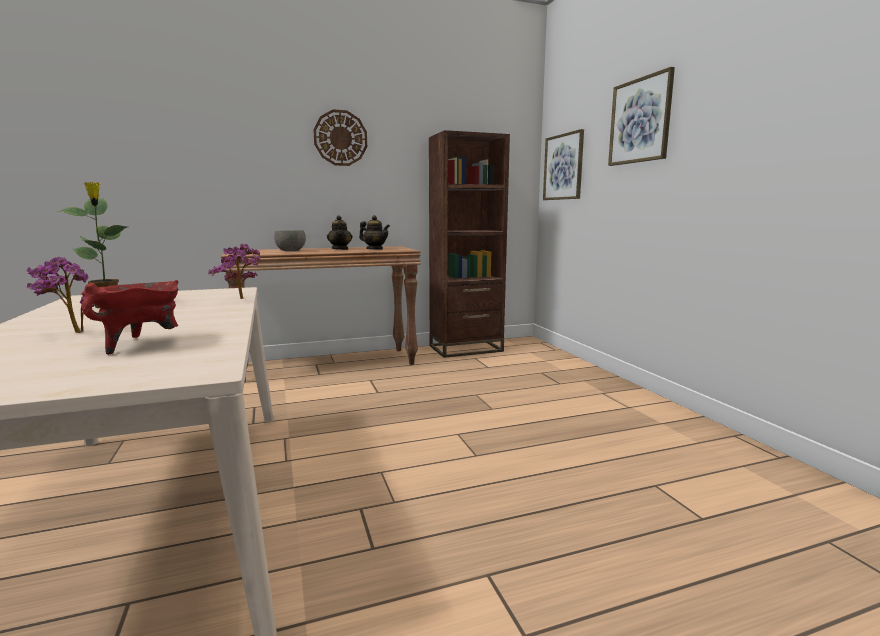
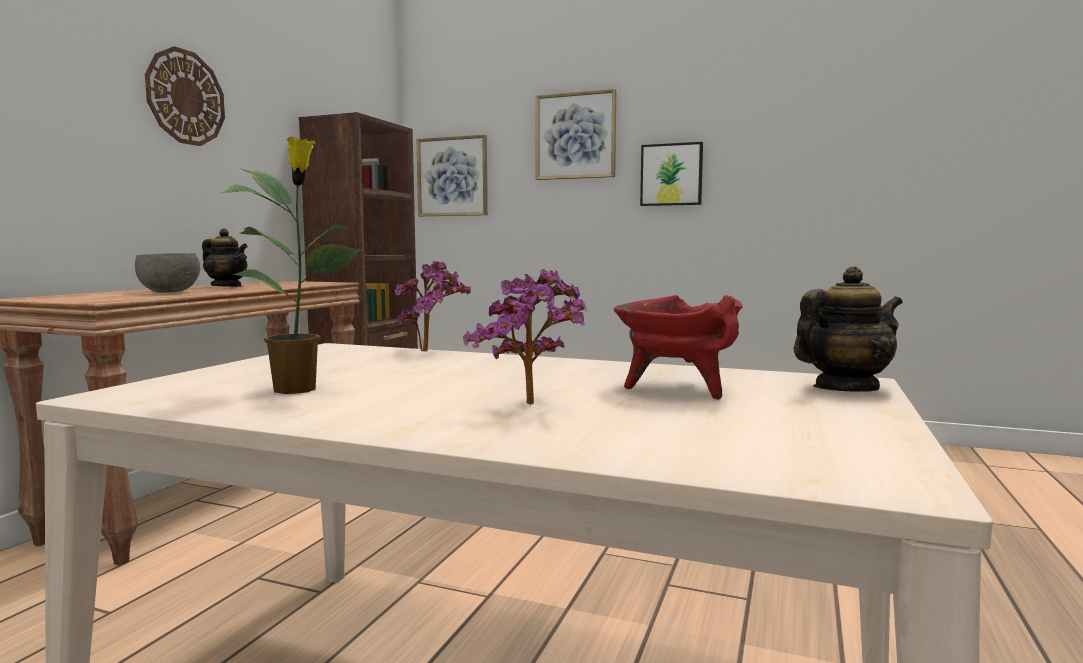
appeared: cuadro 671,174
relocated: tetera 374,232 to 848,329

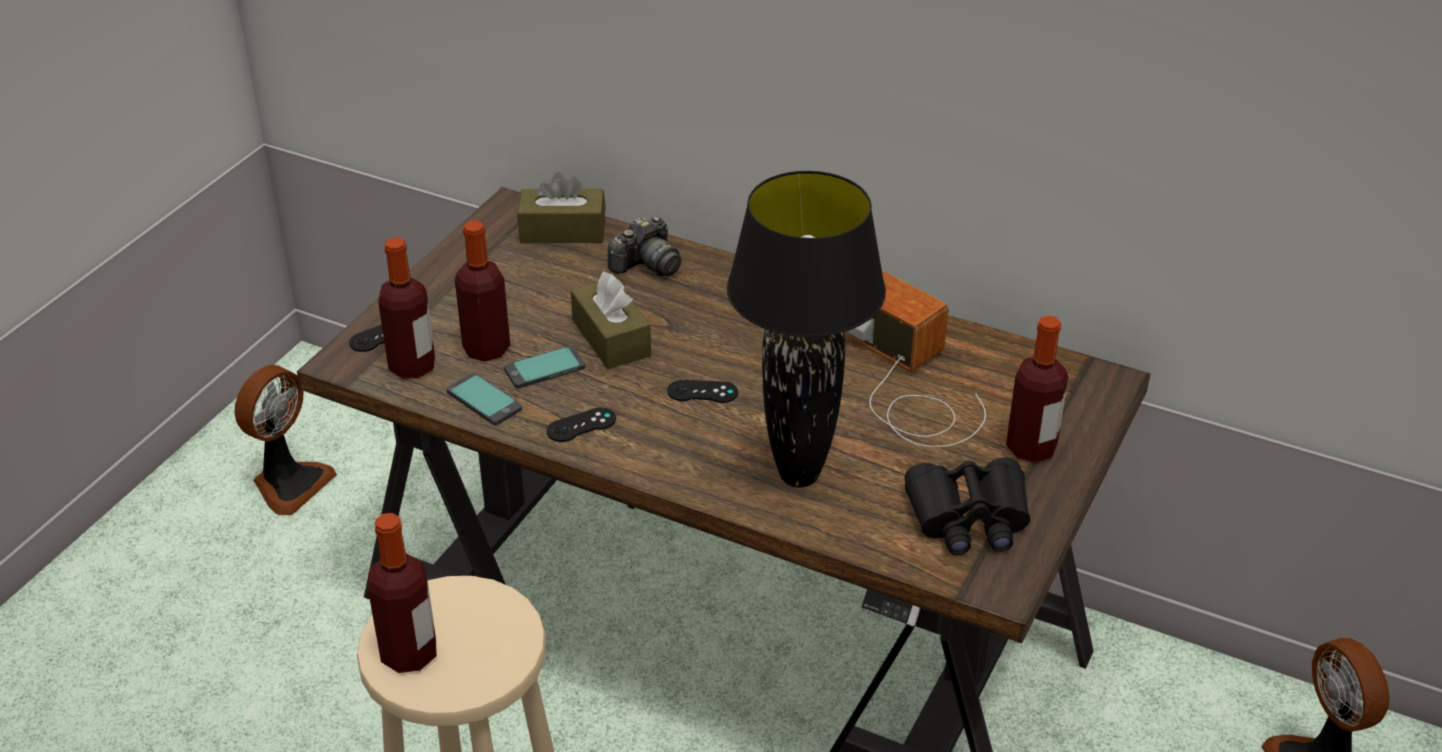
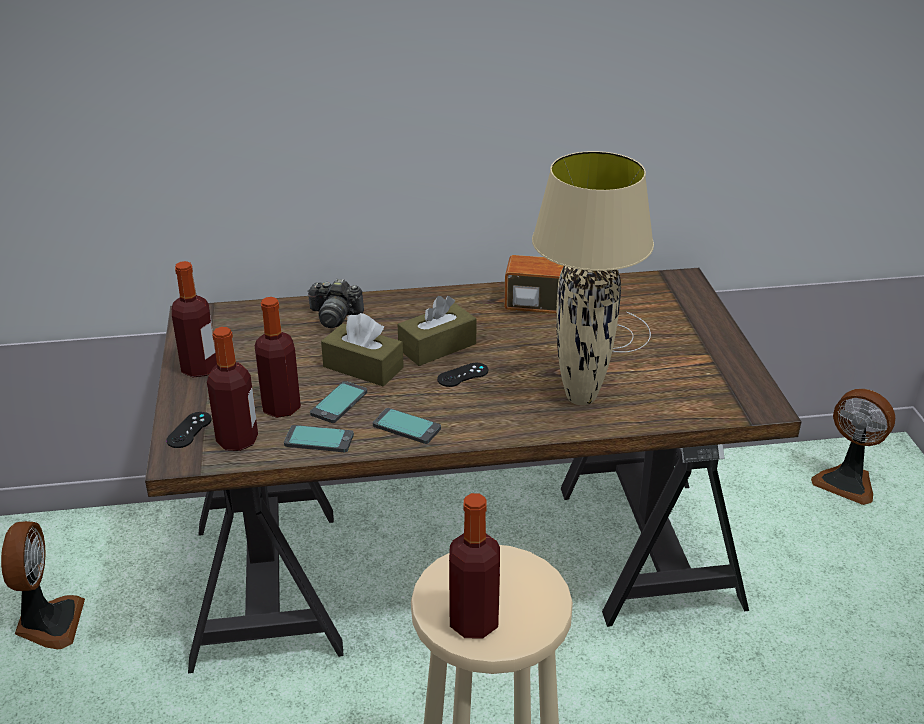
missing: prismáticos/negro 967,506
relocated: caja de pañuelos/marrón 561,207 to 437,331; botella 1037,389 to 194,319
exchanged: mando de consola/negro 581,424 to móvil 407,426
colour: lámpara de mesa/negro 806,329 to lámpara de mesa/beis 593,278
spun: cámara 644,246 = 335,303 90 degrees clockwise

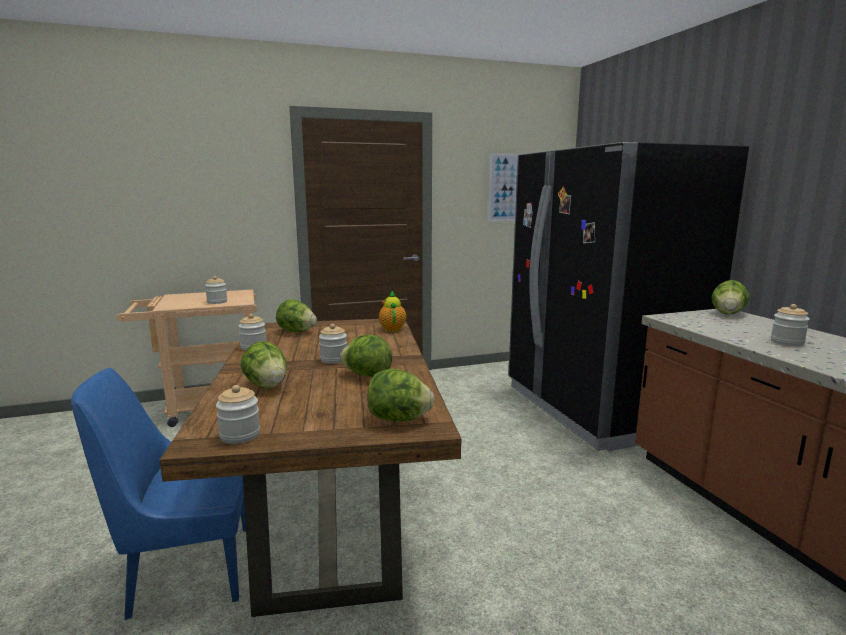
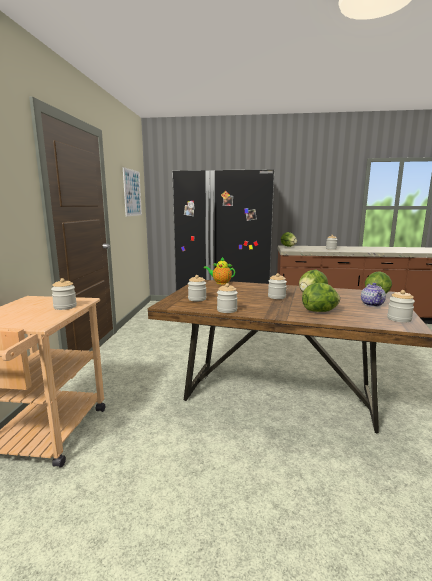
missing: silla/azul 158,494
appeared: tetera 373,295
exchanged: lechuga 296,315 to tarro 197,288

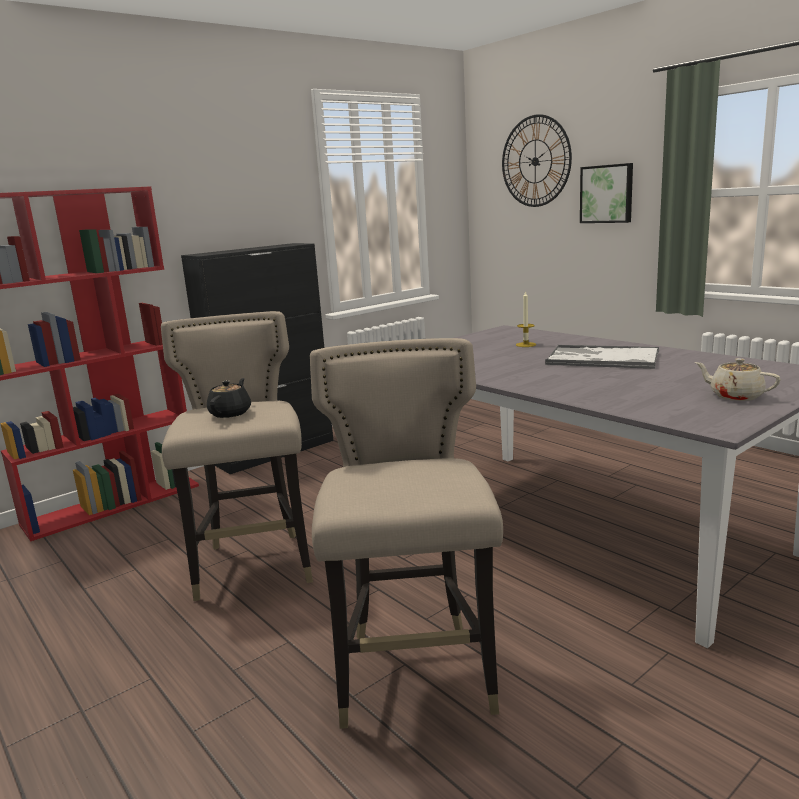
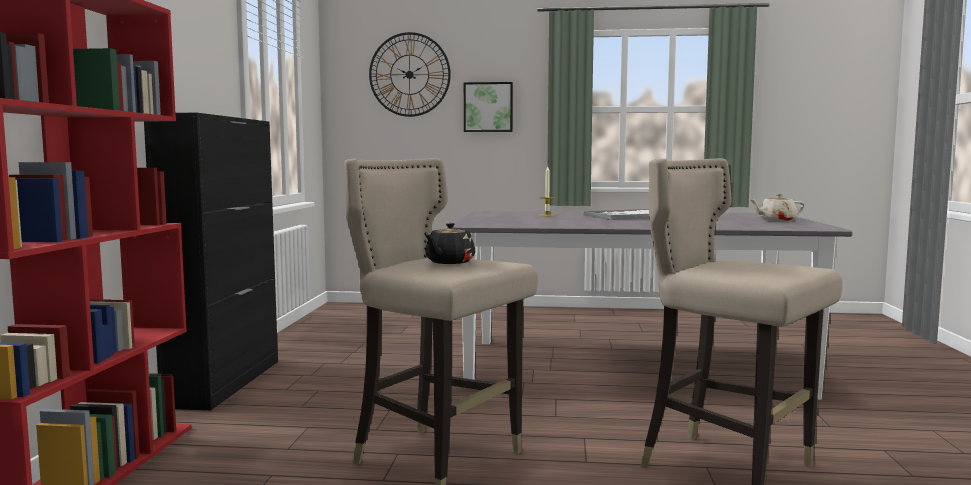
spun: tetera/negro 229,398 = 450,243 120 degrees counterclockwise

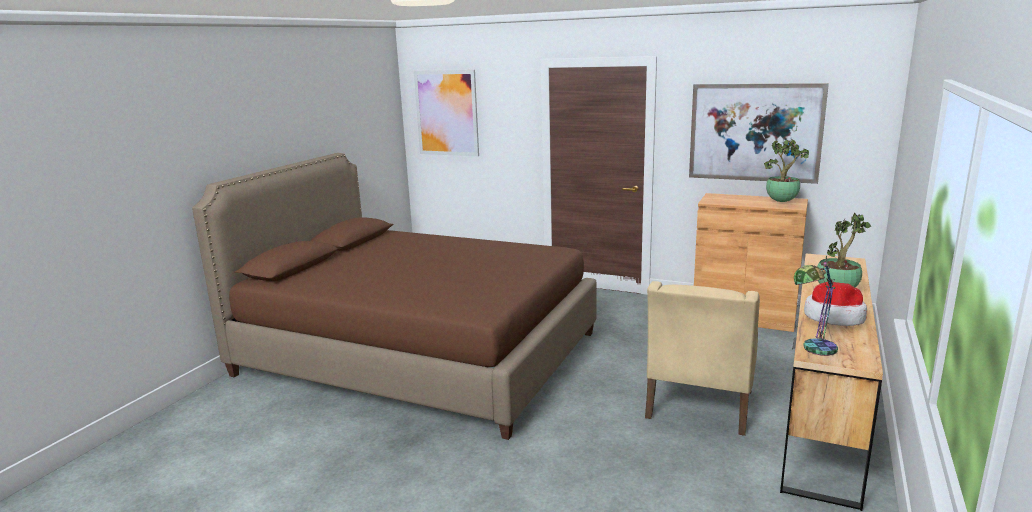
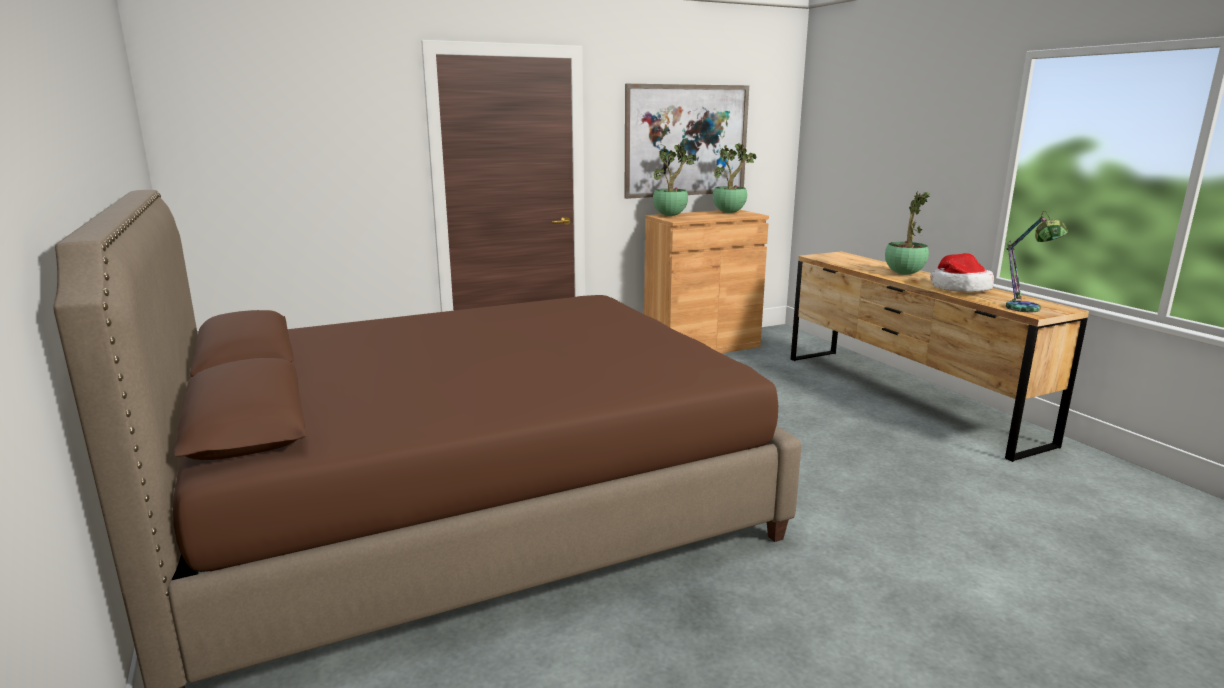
missing: cuadro 446,113; sillón/beis 702,358
appeared: planta en maceta 675,180

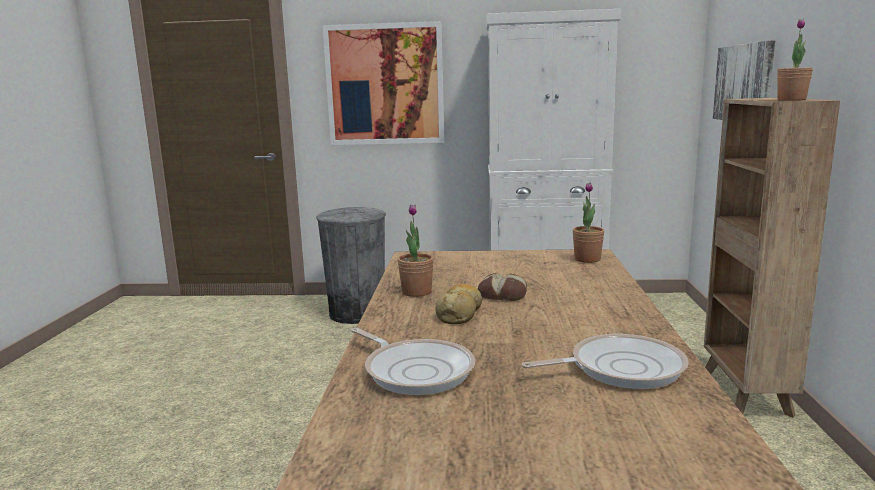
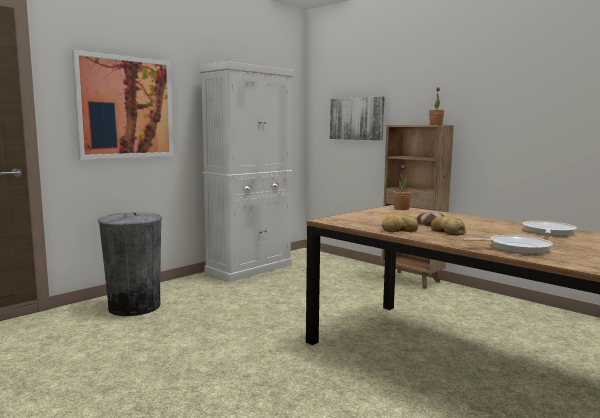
exchanged: planta en maceta 416,250 to pan 399,223

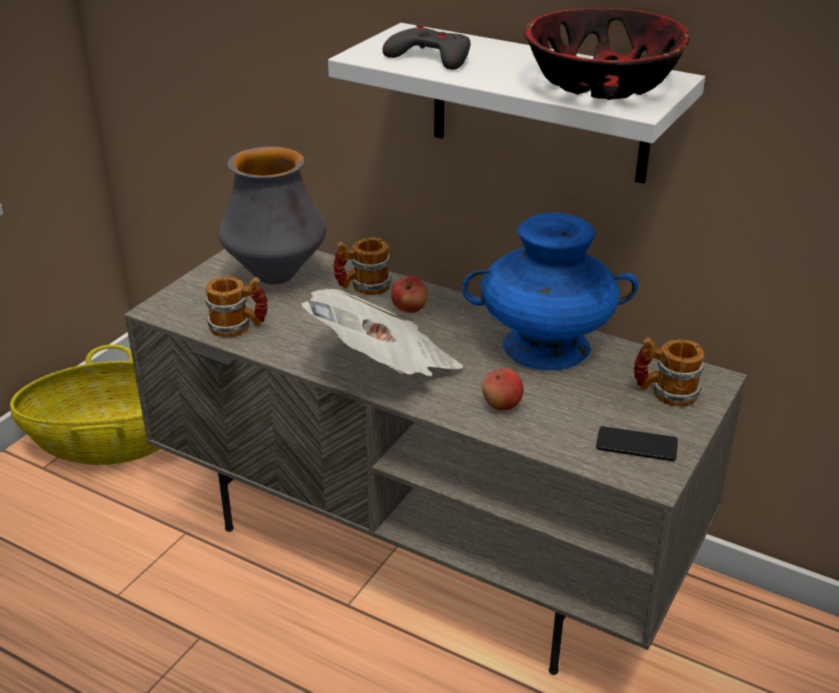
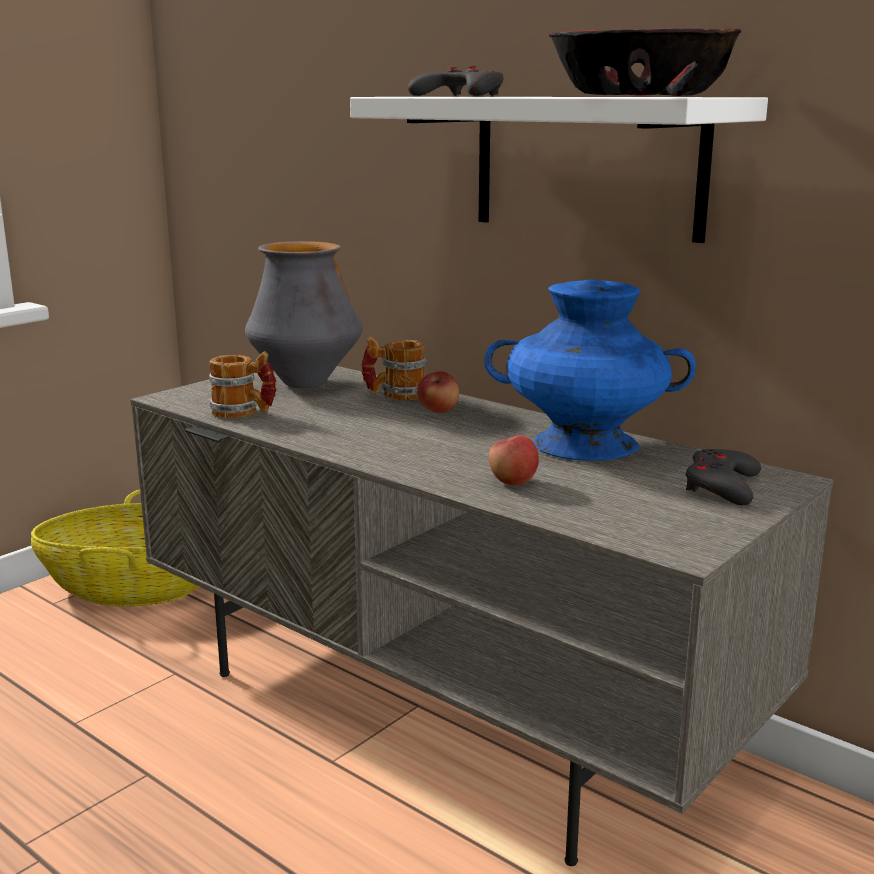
missing: periódico 382,332; móvil 637,443
exchanged: taza grande 668,372 to mando de consola/gris 723,477

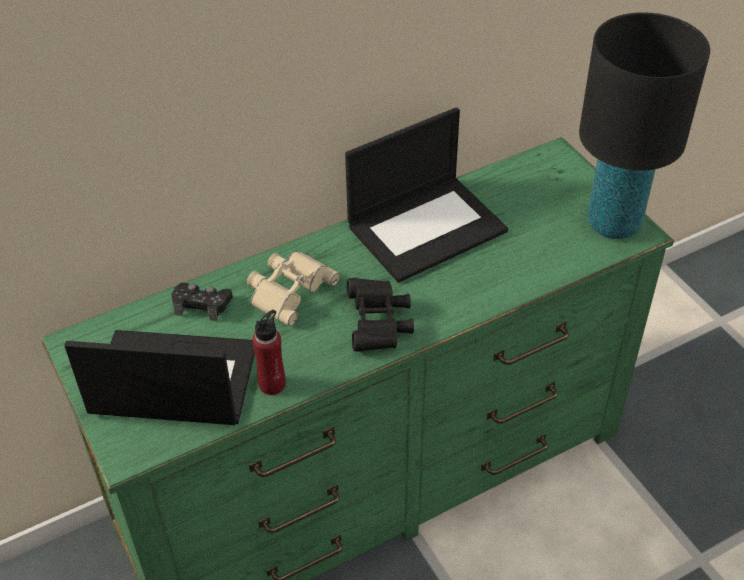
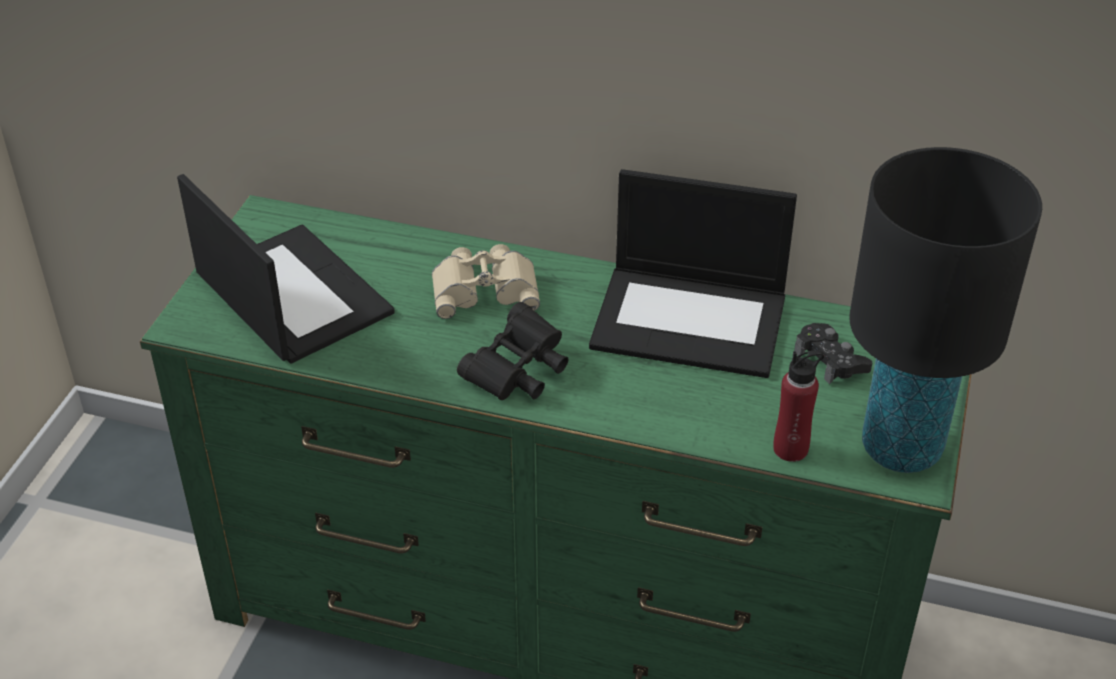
relocated: mando de consola/negro 202,301 to 833,353; botella/rojo 269,352 to 798,406

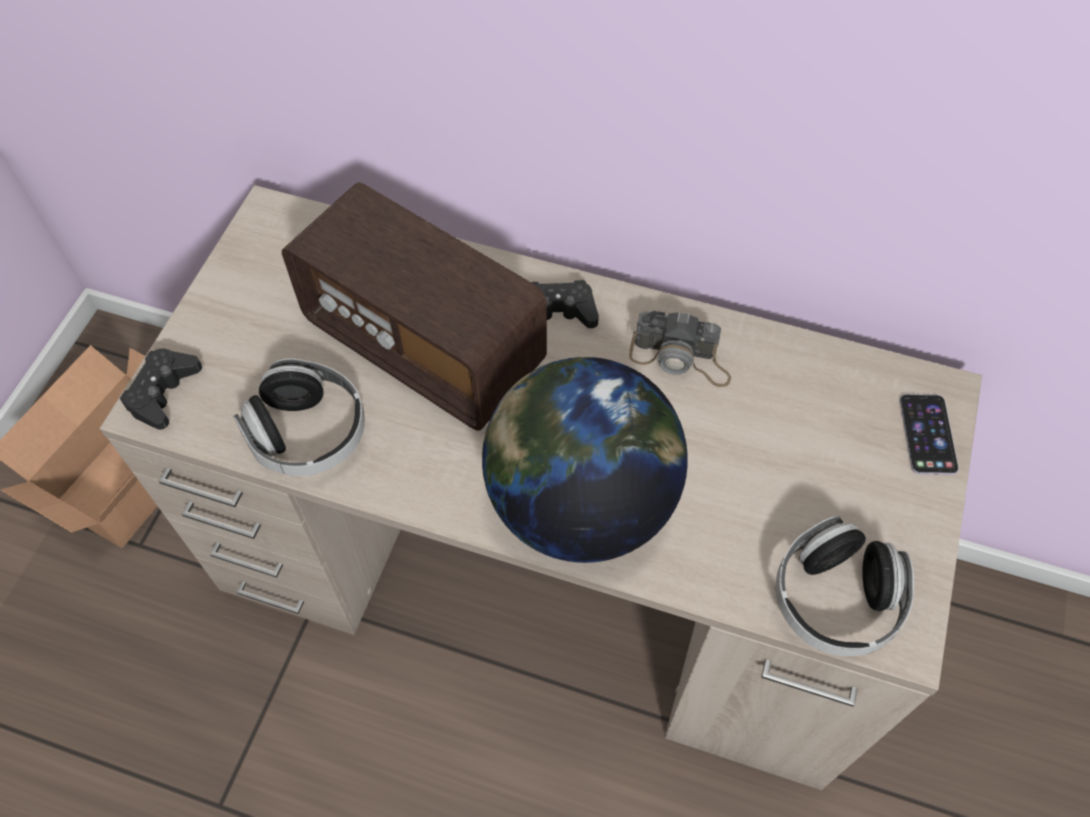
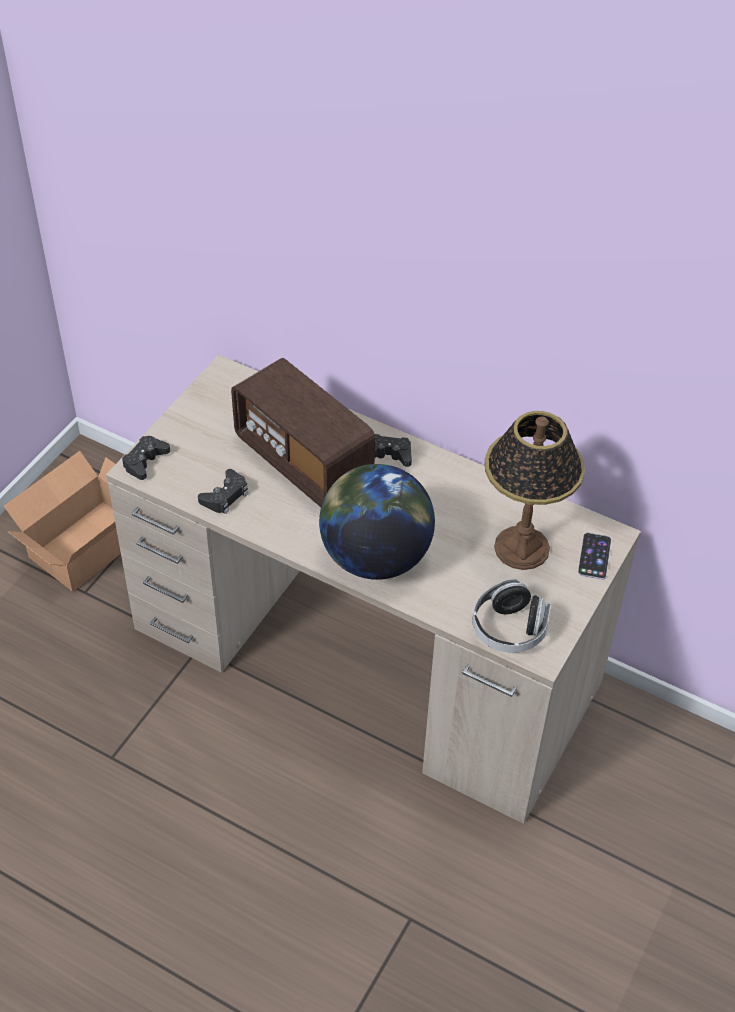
missing: cámara 680,349
appeared: lámpara de mesa 535,490
exchanged: auriculares 299,417 to mando de consola/negro 223,491

